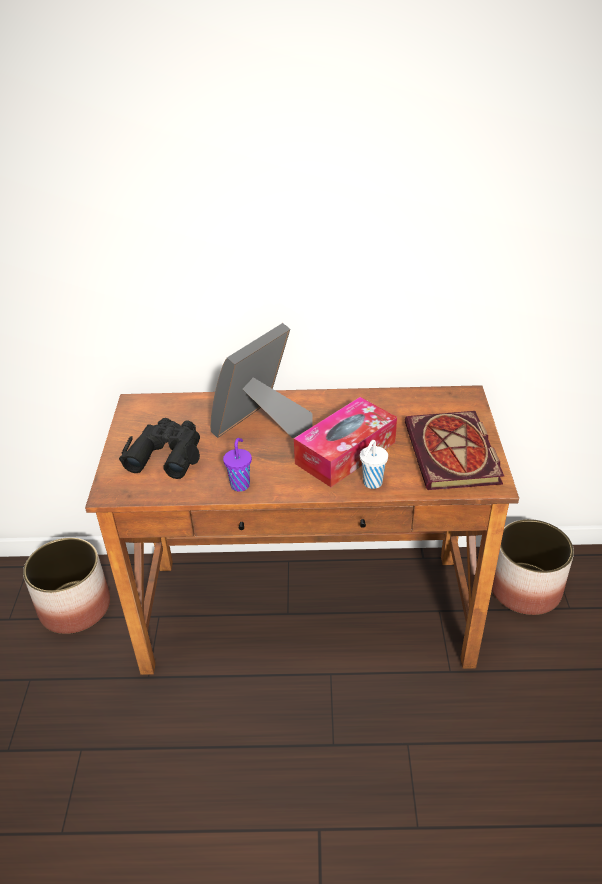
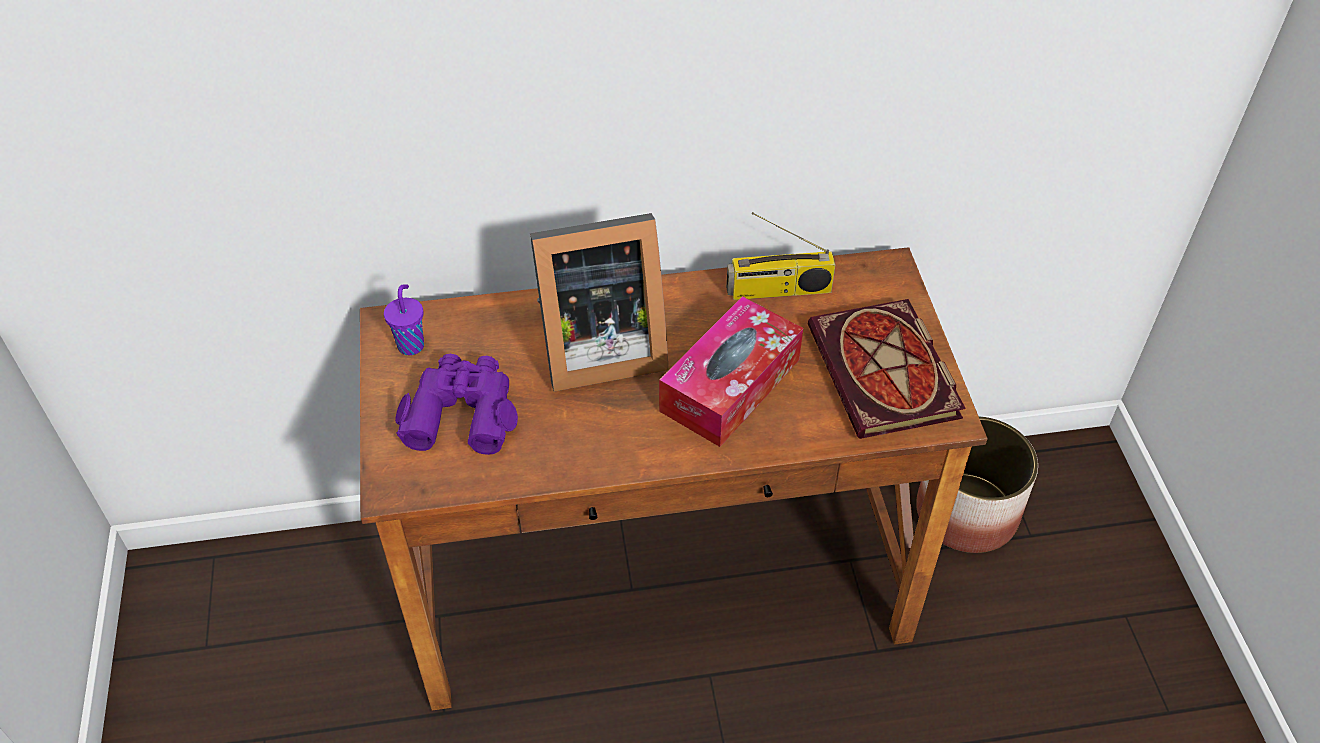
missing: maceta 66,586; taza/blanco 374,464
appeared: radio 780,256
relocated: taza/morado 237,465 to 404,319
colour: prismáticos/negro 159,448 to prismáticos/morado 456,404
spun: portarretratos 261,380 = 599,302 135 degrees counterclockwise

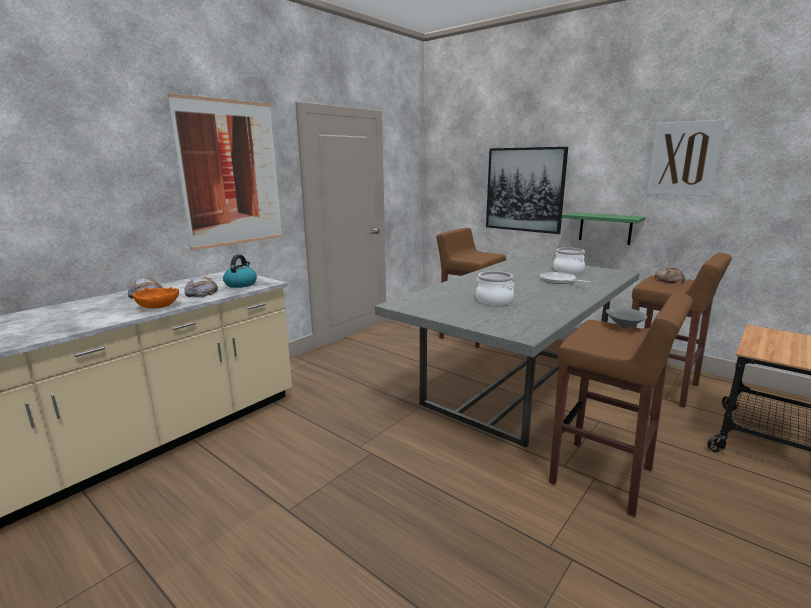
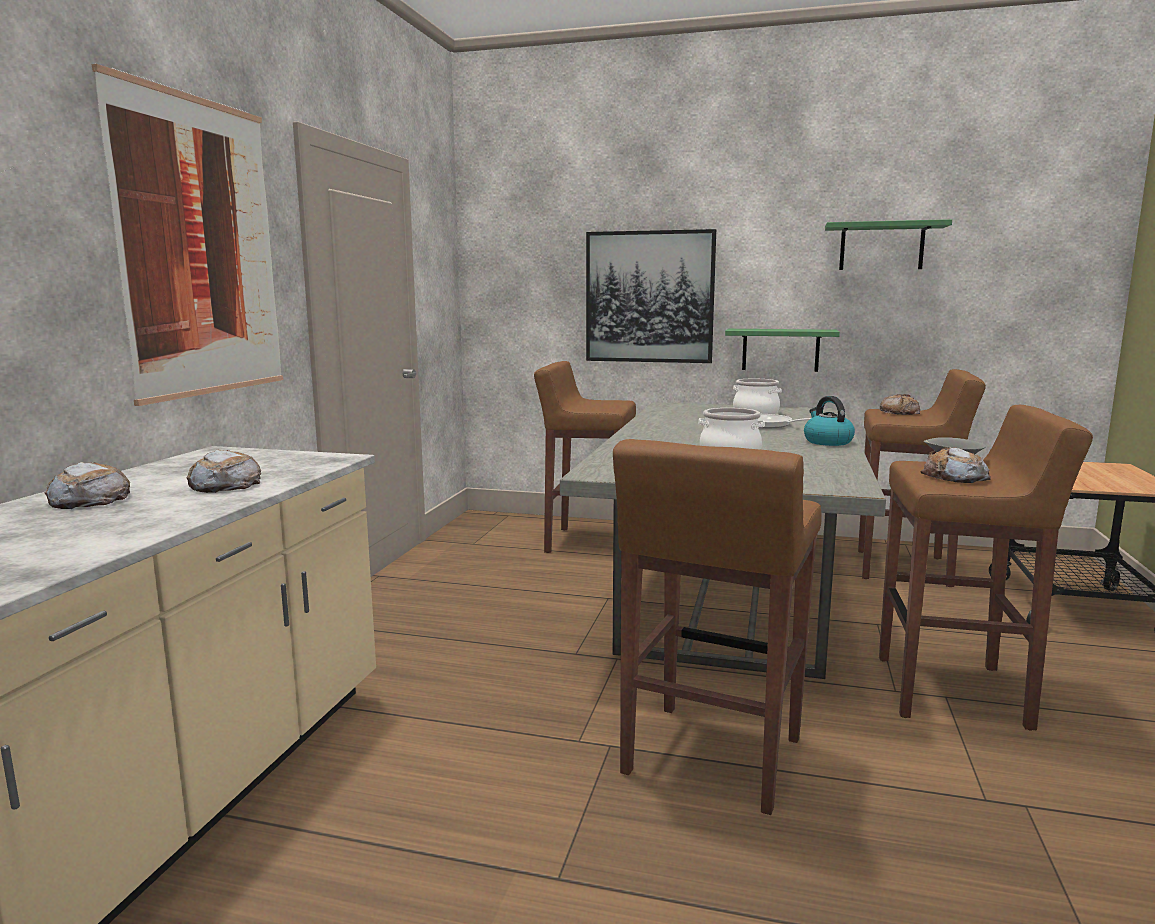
missing: cuenco/naranja 156,298
appeared: taburete/marrón 717,627; pan 956,465
relocated: hervidor 240,271 to 829,421
exchanged: cuadro 685,158 to estante/verde 888,244

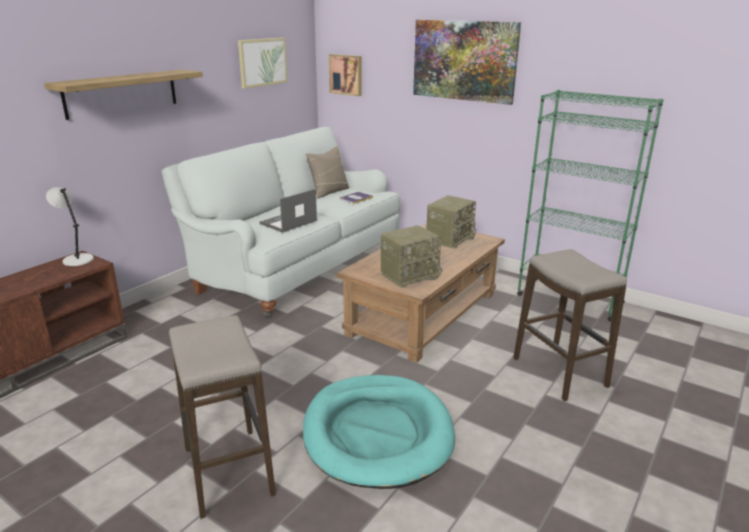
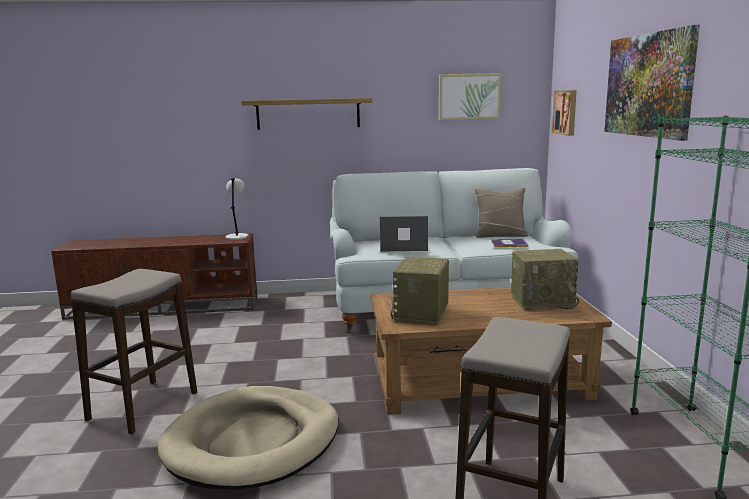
colour: cama para perro/turquesa 379,432 to cama para perro/beis 247,437
spun: radio 411,256 = 420,291 90 degrees clockwise

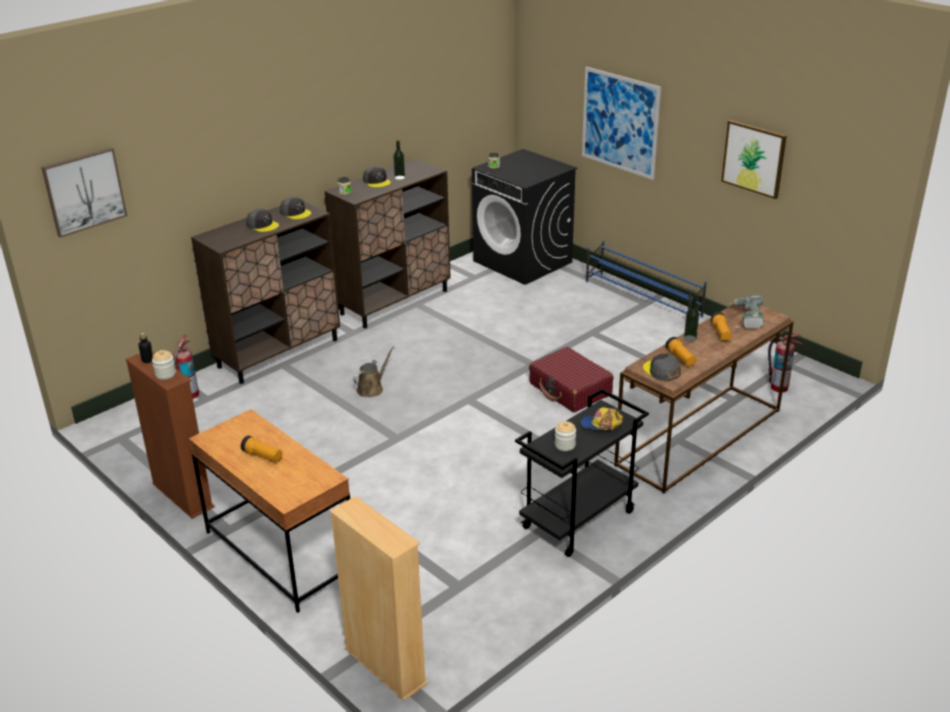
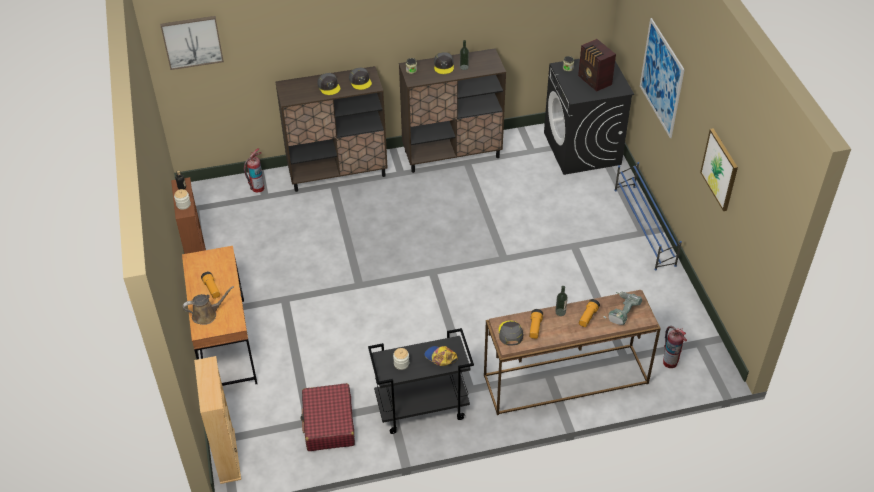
appeared: radio 597,65
relocated: regadera/marrón 373,371 to 208,305; maleta/rojo 571,379 to 328,417

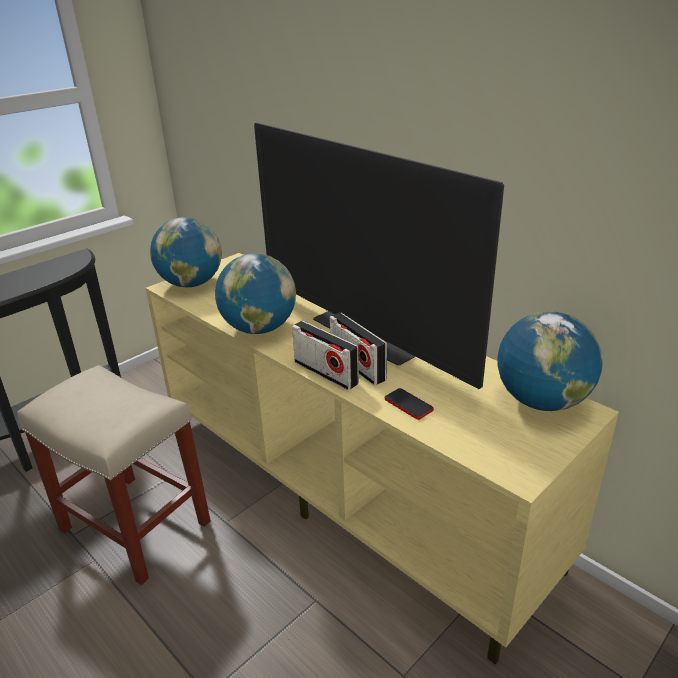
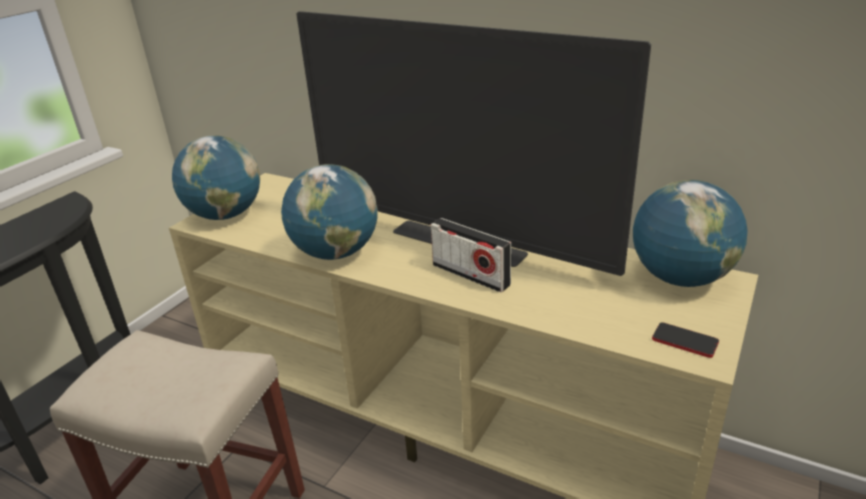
missing: radio 325,355
relocated: móvil 409,404 to 685,340

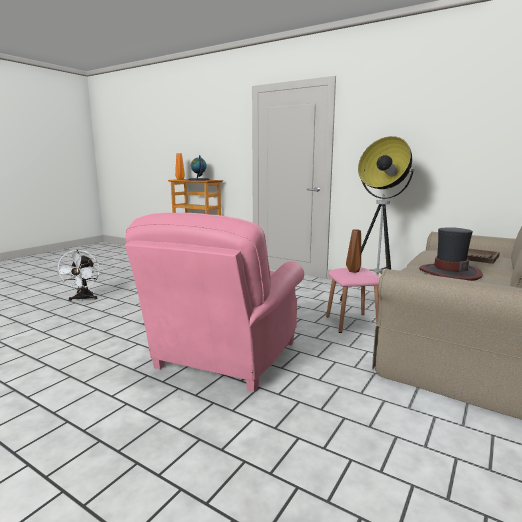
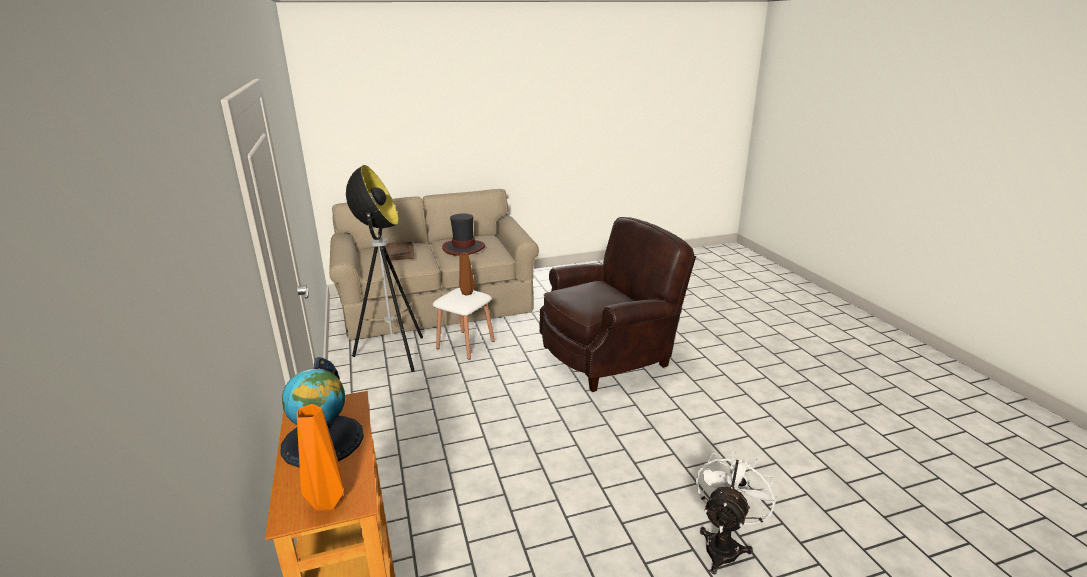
colour: sillón/rosa 214,302 to sillón/marrón 617,304; taburete/rosa 353,300 to taburete/blanco 464,324

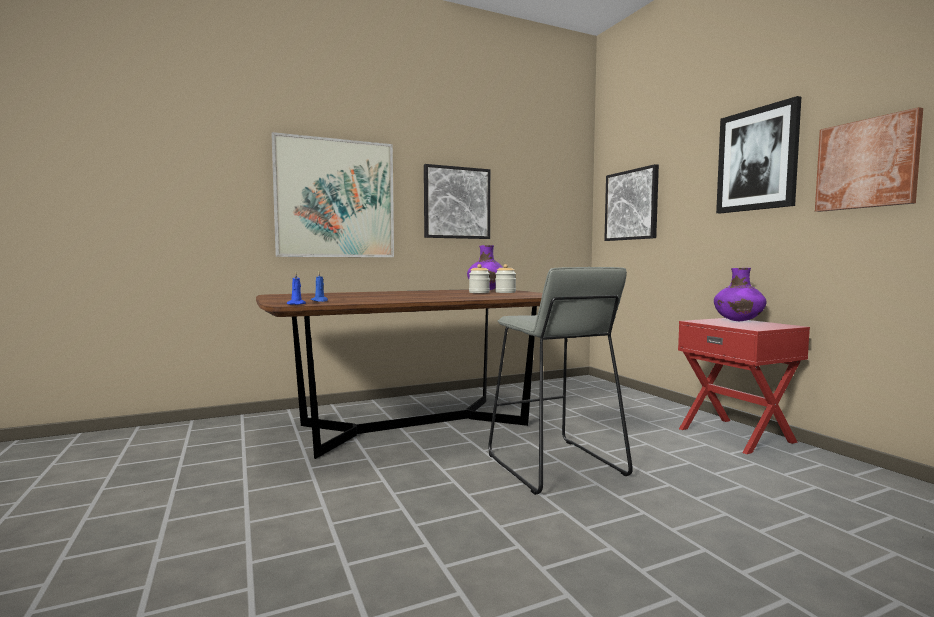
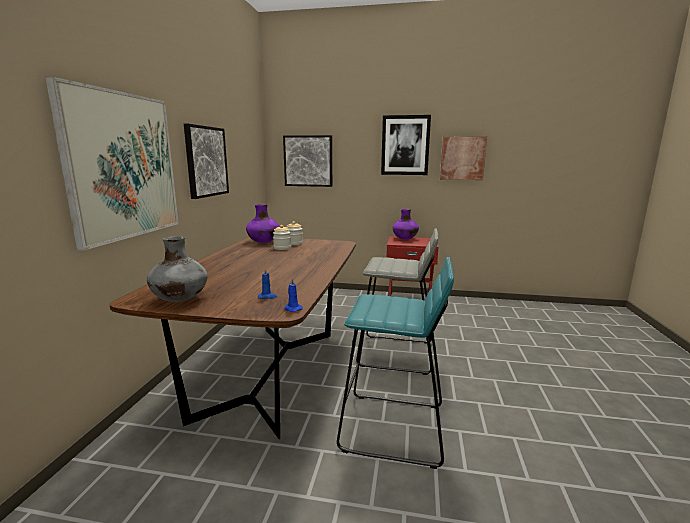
appeared: florero/gris 177,269; taburete/turquesa 395,363

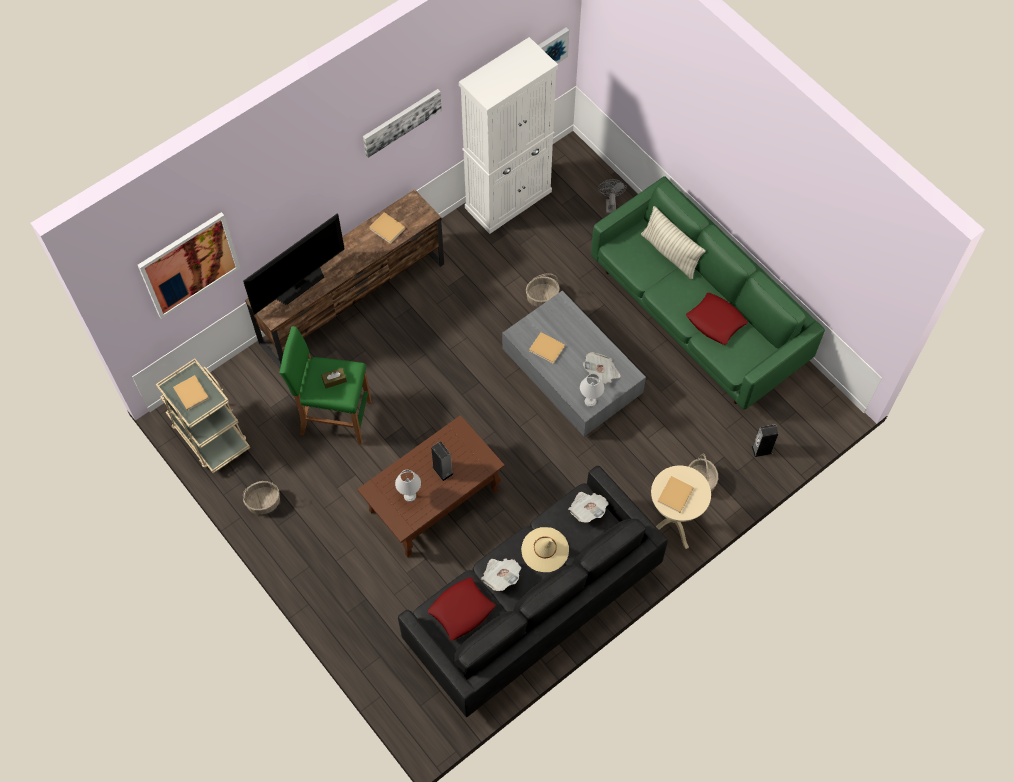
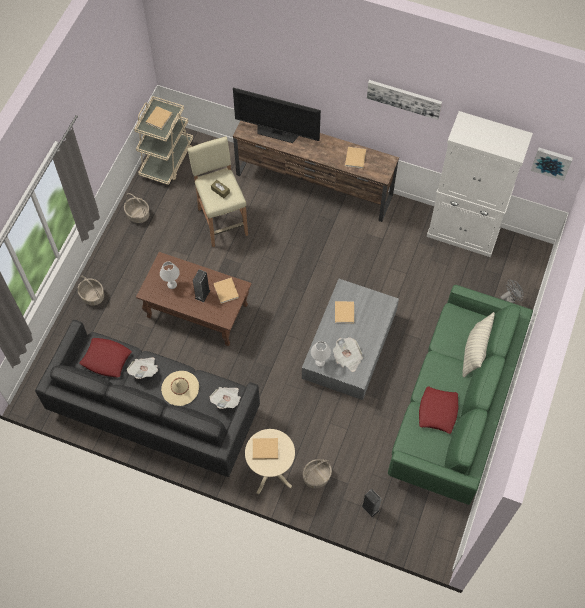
missing: cuadro 189,265
appeared: libro/beis 226,290
relocated: cesta 543,290 to 90,290
colour: taburete/verde 325,385 to taburete/beis 217,191

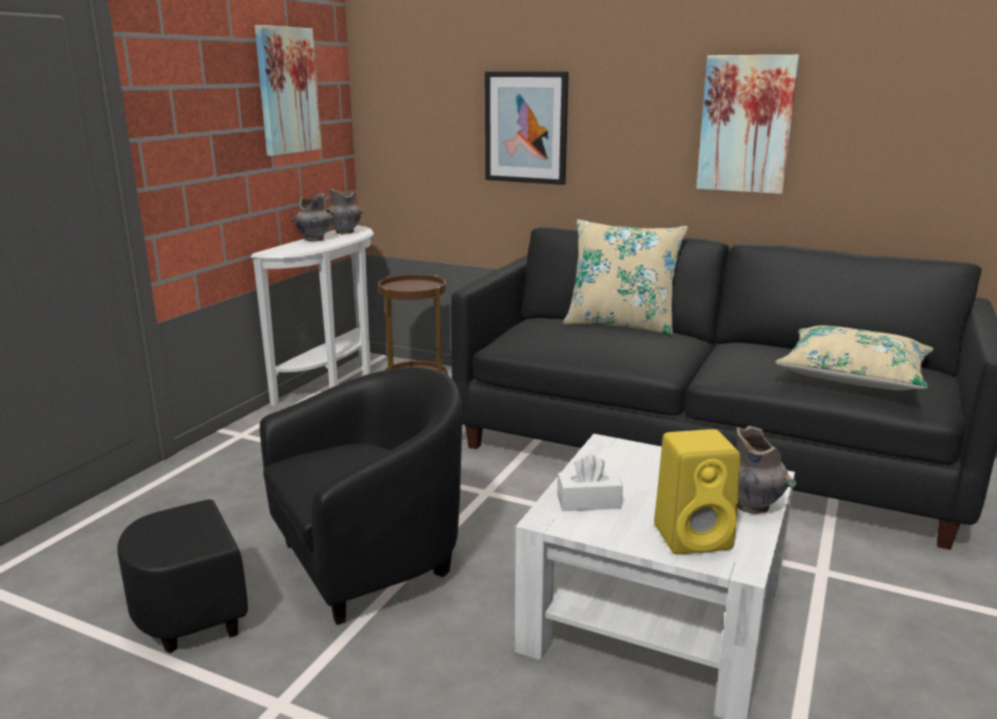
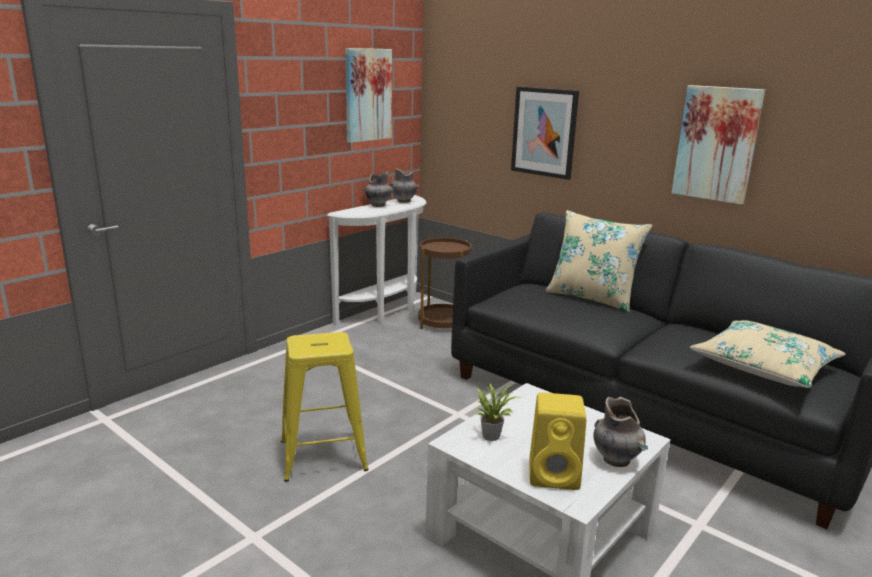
exchanged: sillón/negro 289,510 to taburete/amarillo 324,407; caja de pañuelos/blanco 590,483 to planta en maceta 498,411

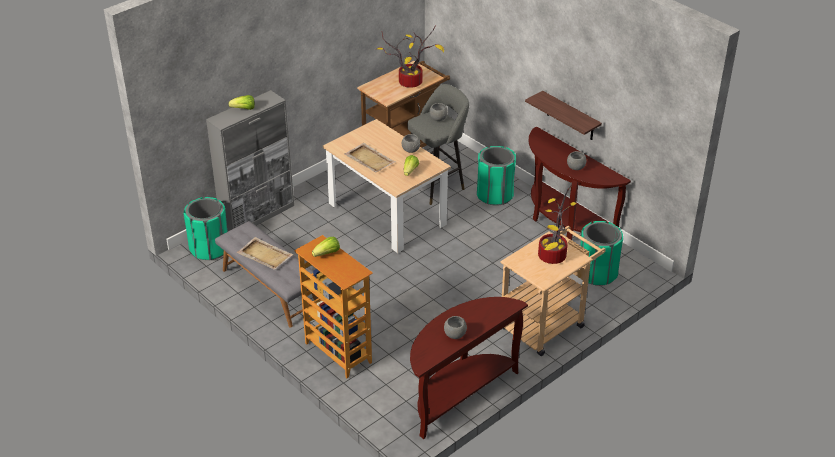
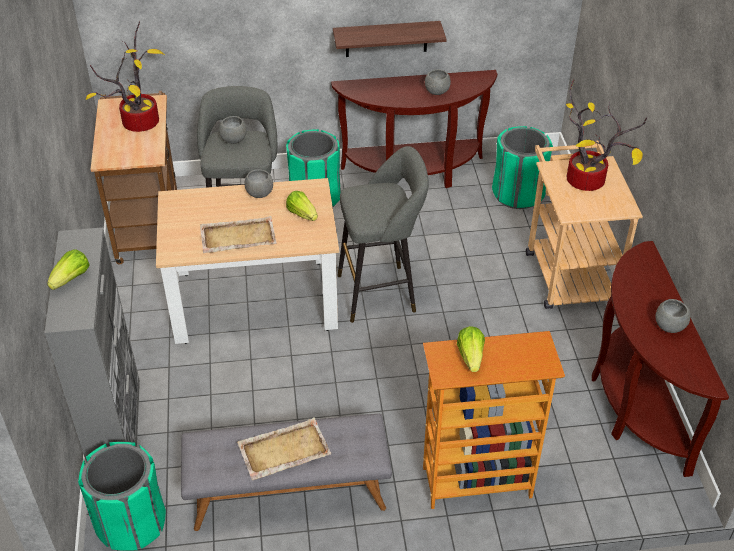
appeared: taburete/gris 383,234

